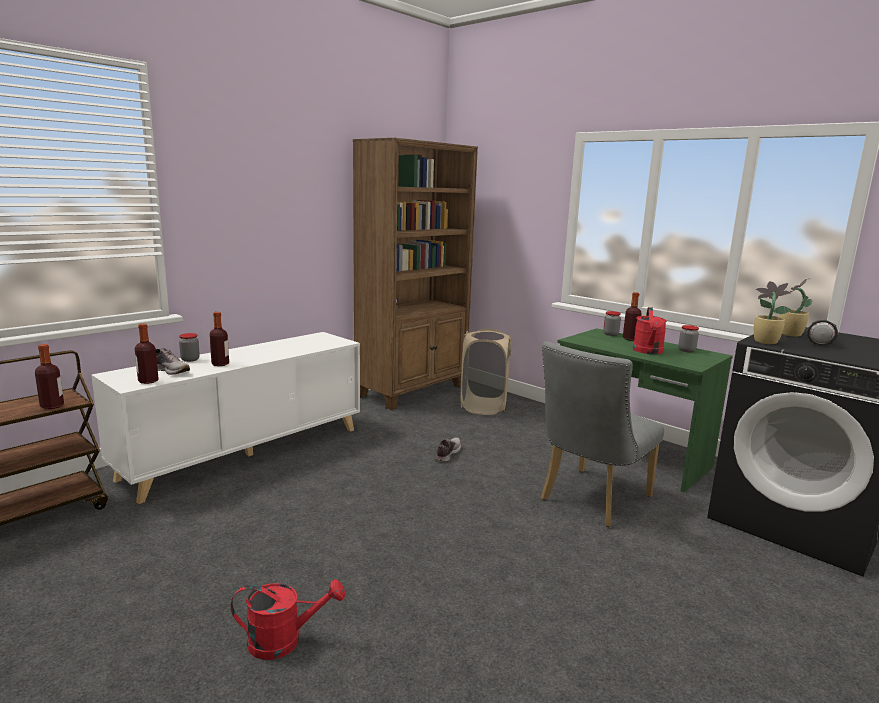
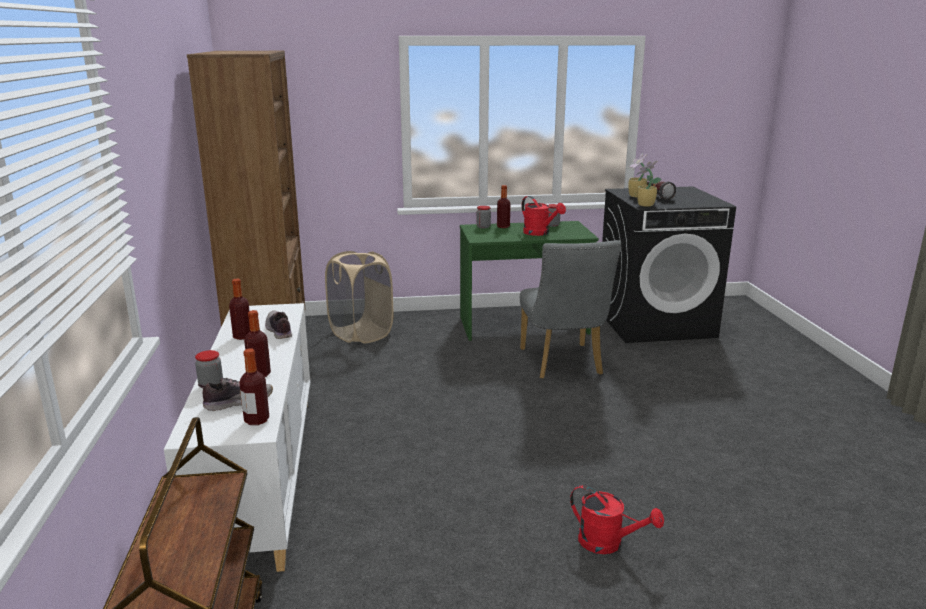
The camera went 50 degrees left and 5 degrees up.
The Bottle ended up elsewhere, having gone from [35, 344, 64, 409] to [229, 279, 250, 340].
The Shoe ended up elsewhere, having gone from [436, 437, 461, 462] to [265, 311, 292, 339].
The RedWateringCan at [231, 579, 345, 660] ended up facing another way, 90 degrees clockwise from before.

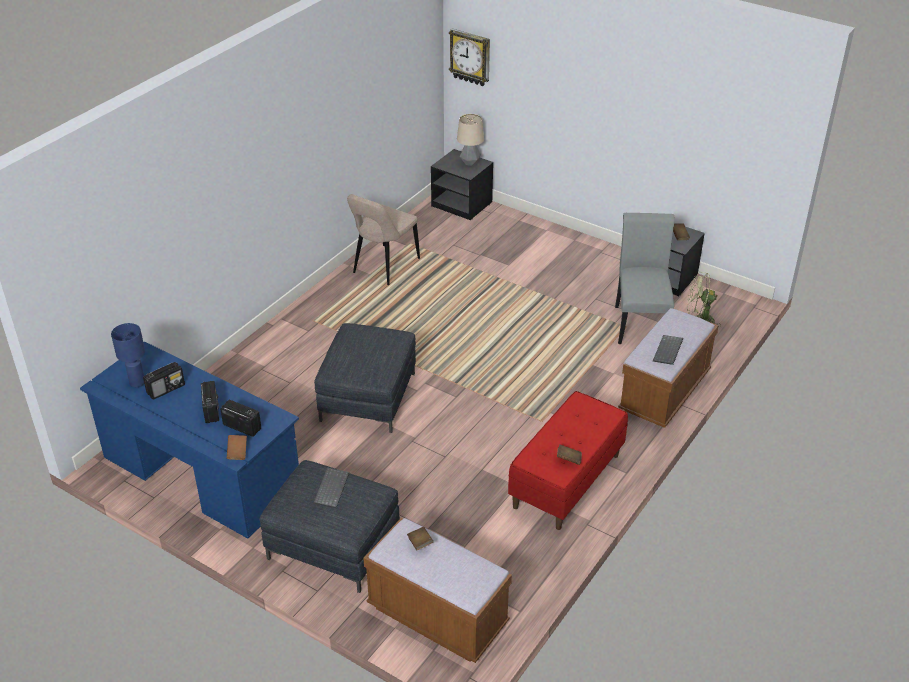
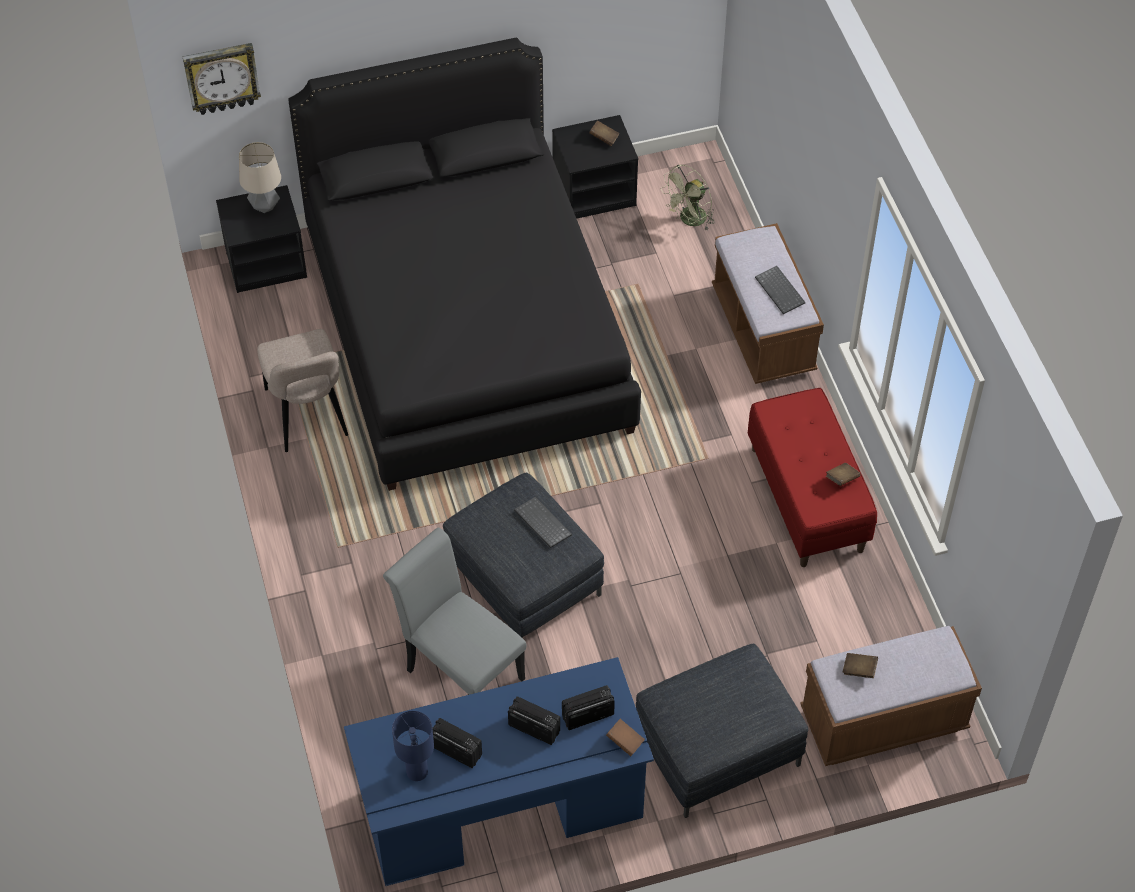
The camera went 50 degrees left and 15 degrees up.
The GreyChair ended up elsewhere, having gone from [615, 213, 675, 344] to [383, 528, 527, 695].
The Radio at [143, 362, 185, 400] ended up facing another way, 60 degrees counterclockwise from before.
The Keyboard ended up elsewhere, having gone from [314, 467, 349, 508] to [514, 497, 572, 548].
The second view gained the BlackBed at [288, 38, 641, 491].

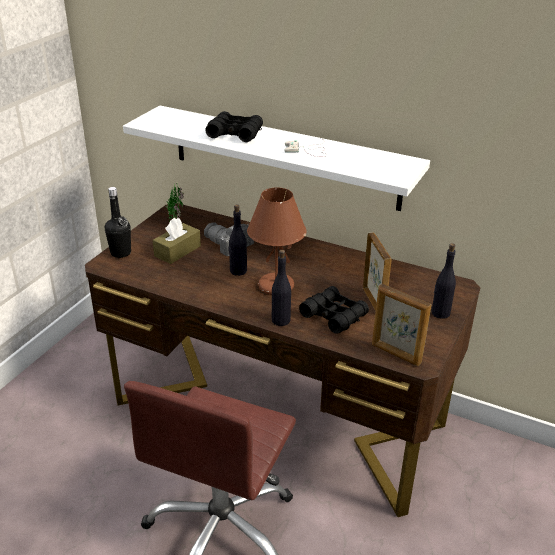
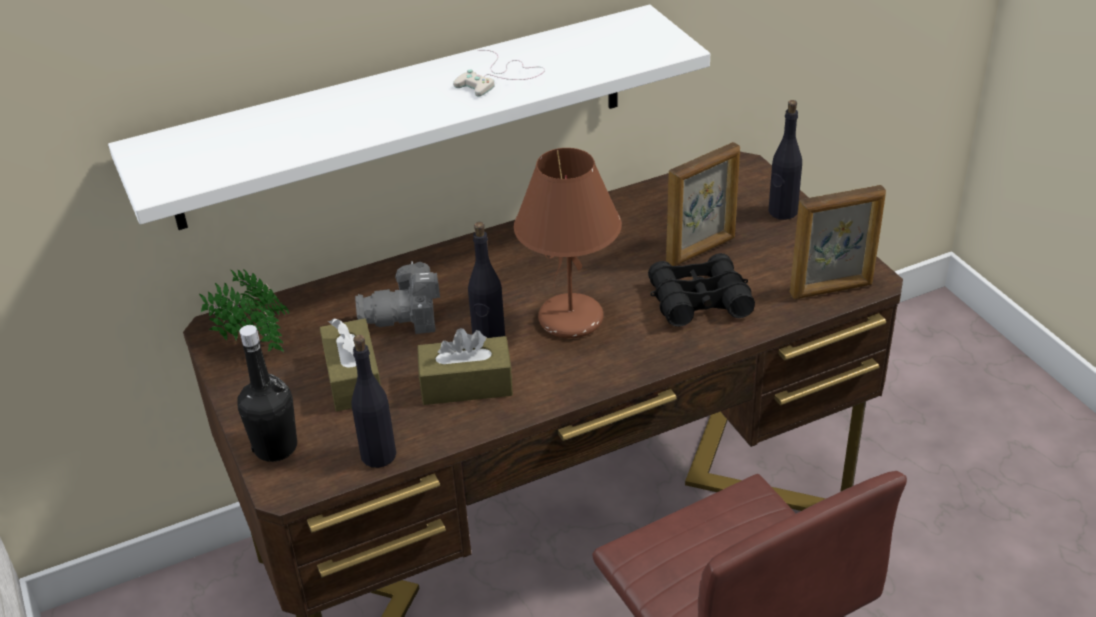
The camera went 50 degrees left and 5 degrees up.
The second view lost the BlackBinoculars at [206, 111, 263, 142].
The PictureFrame at [363, 232, 392, 311] ended up facing another way, 120 degrees clockwise from before.
The BlackBottle ended up elsewhere, having gone from [272, 250, 291, 326] to [351, 335, 396, 468].
The second view gained the BrownTissueBox at [417, 328, 513, 405].

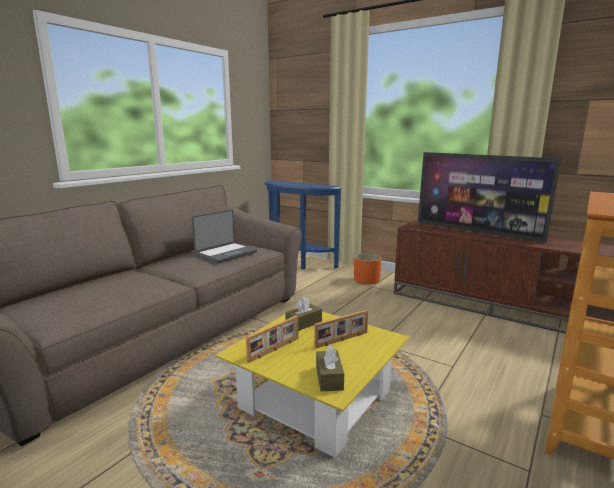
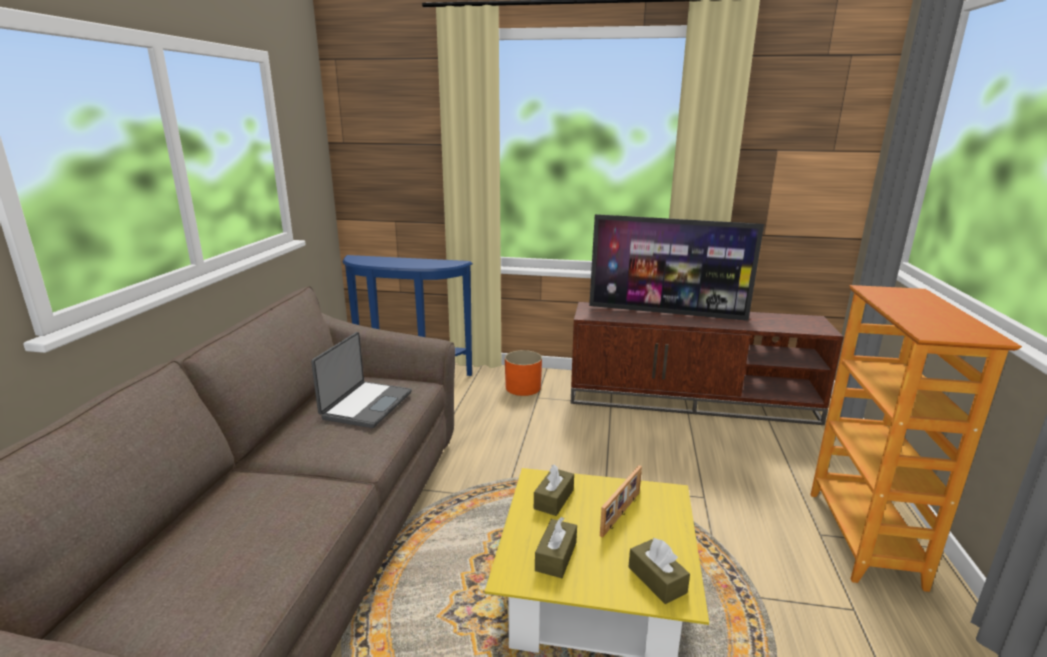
The camera went 25 degrees left and 5 degrees up.
Where the PictureFrame stood at [246, 315, 298, 363], the BrownTissueBox came to stand at [535, 517, 577, 578].

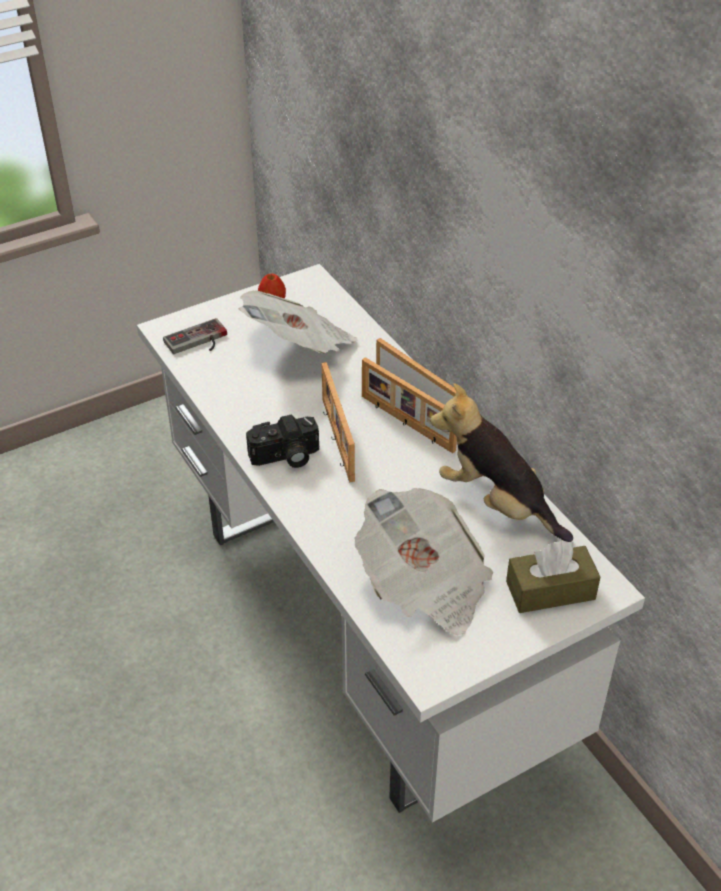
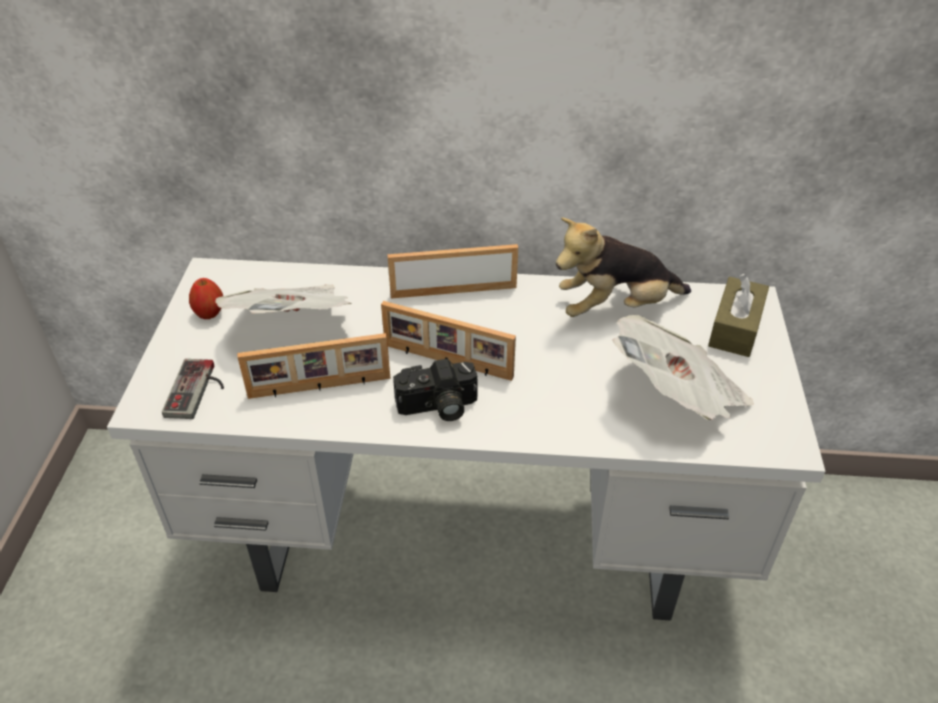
The camera went 55 degrees left and 0 degrees up.
The PictureFrame ended up elsewhere, having gone from [362, 357, 457, 453] to [237, 333, 391, 399].
The PhotoCamera at [246, 414, 319, 468] ended up facing another way, 60 degrees clockwise from before.

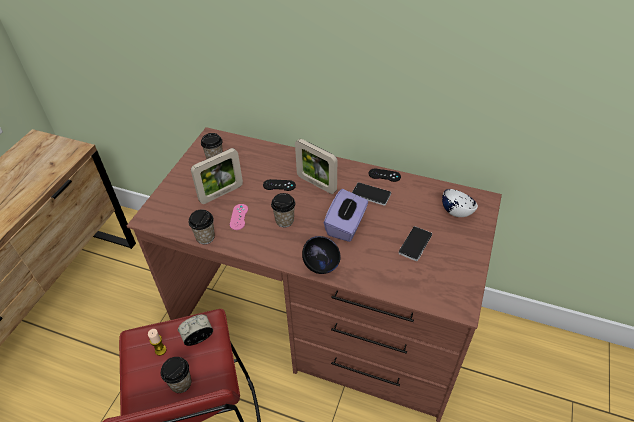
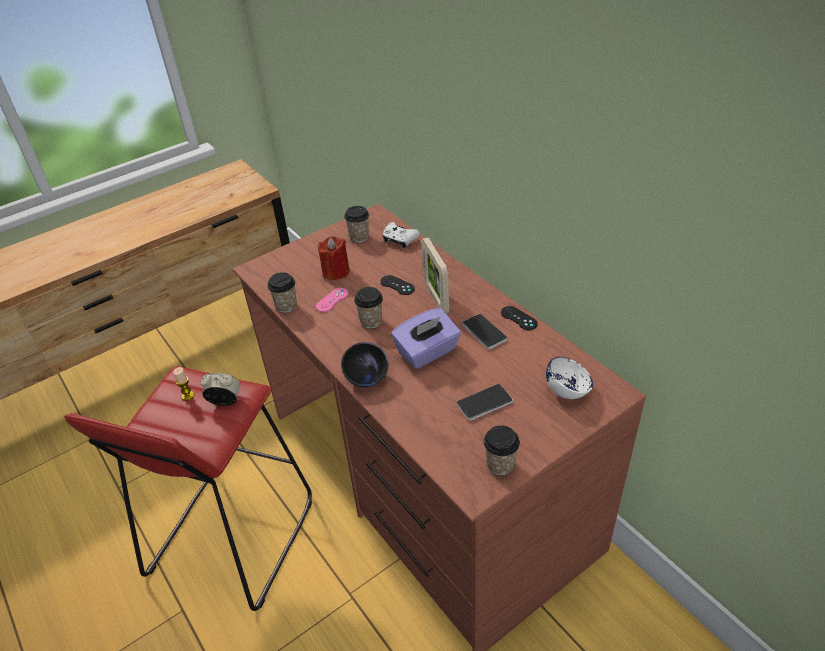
The camera went 35 degrees right and 5 degrees down.
Where the PictureFrame stood at [191, 148, 243, 204], the RedCandle came to stand at [318, 236, 350, 280].
The Cup ended up elsewhere, having gone from [161, 357, 192, 393] to [484, 425, 520, 475].
The second view gained the WhiteGameController at [383, 222, 420, 248].

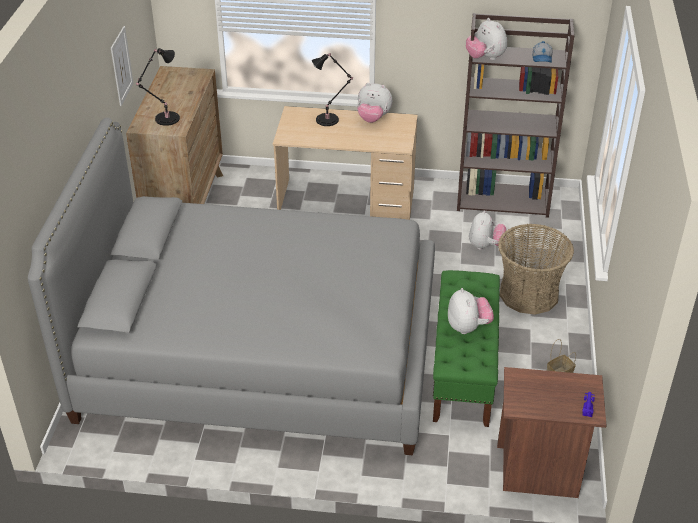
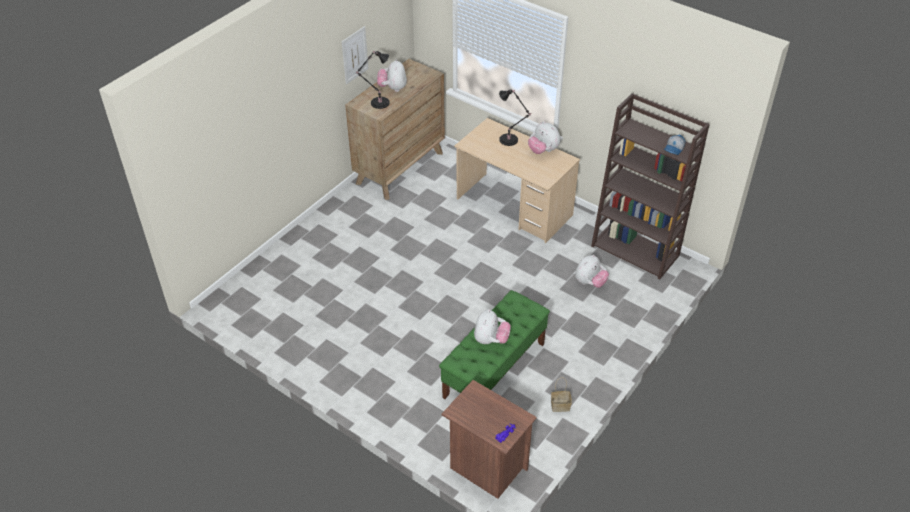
The camera went 30 degrees right and 5 degrees up.
The PlushToy ended up elsewhere, having gone from [466, 18, 507, 60] to [377, 59, 407, 92].
The second view lost the GreyBed at [28, 118, 435, 455].
The second view lost the Basket at [498, 224, 574, 314].

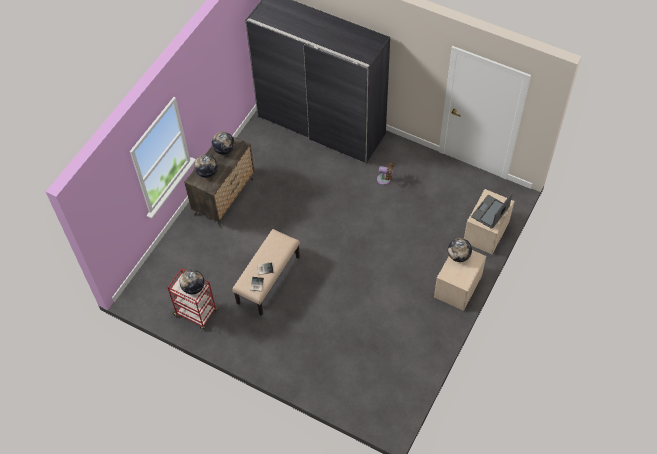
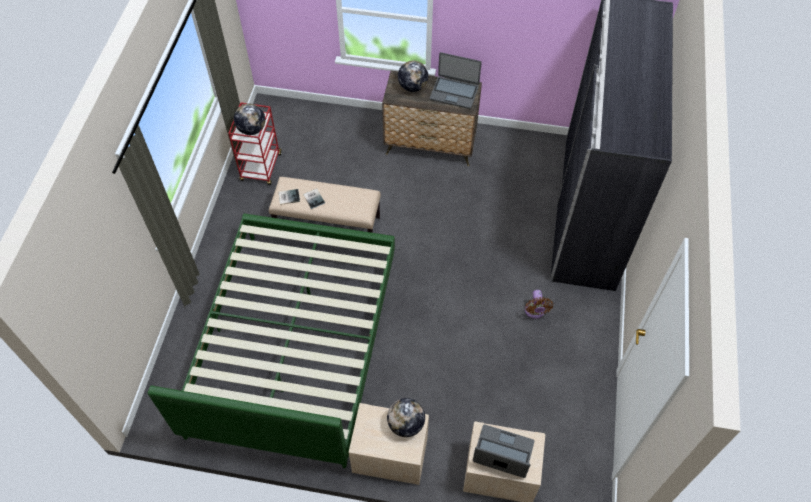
The camera went 70 degrees right and 0 degrees up.
Where the Globe stood at [212, 132, 235, 155], the Laptop came to stand at [430, 52, 482, 109].
The second view gained the GreenBed at [148, 213, 395, 468].

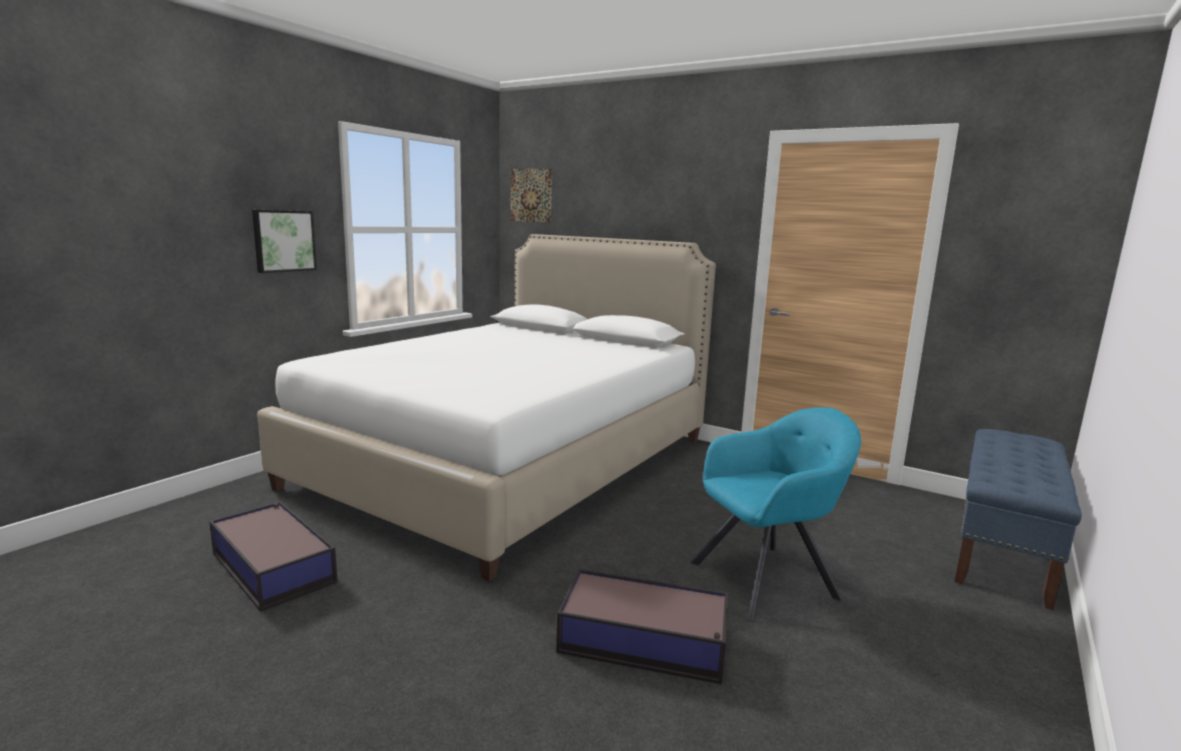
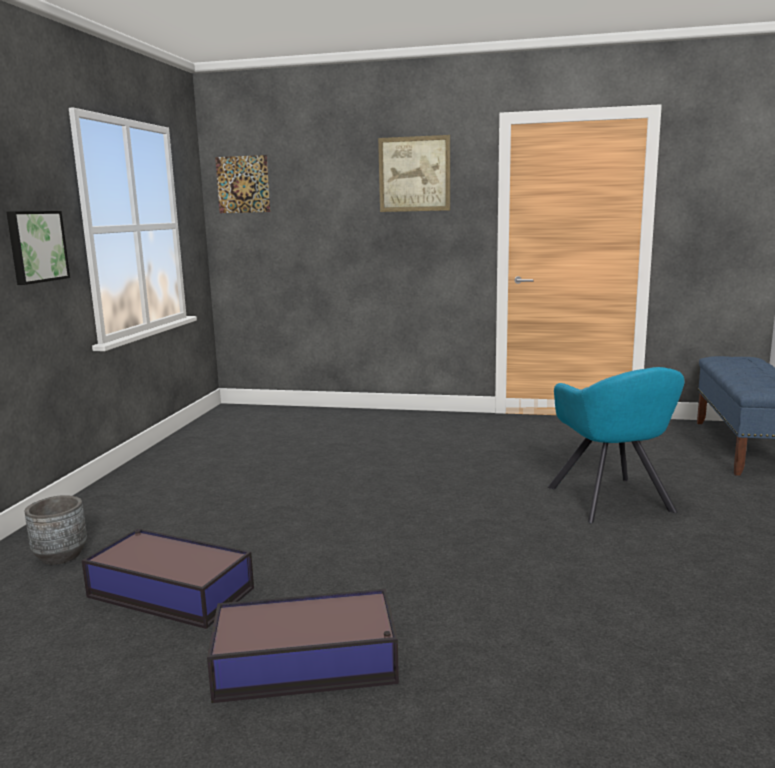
The camera went 20 degrees left and 0 degrees up.
The second view lost the WhiteBed at [257, 234, 716, 582].
The TurquoiseArmchair at [690, 408, 861, 621] ended up facing another way, 120 degrees clockwise from before.
The StorageBox ended up elsewhere, having gone from [556, 569, 728, 684] to [207, 589, 399, 703].
The second view gained the Picture at [378, 135, 450, 212].
The second view gained the GreyPlanter at [25, 495, 87, 565].

